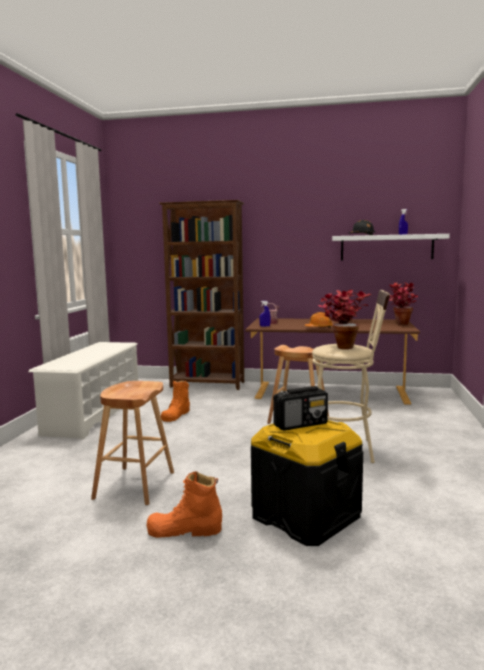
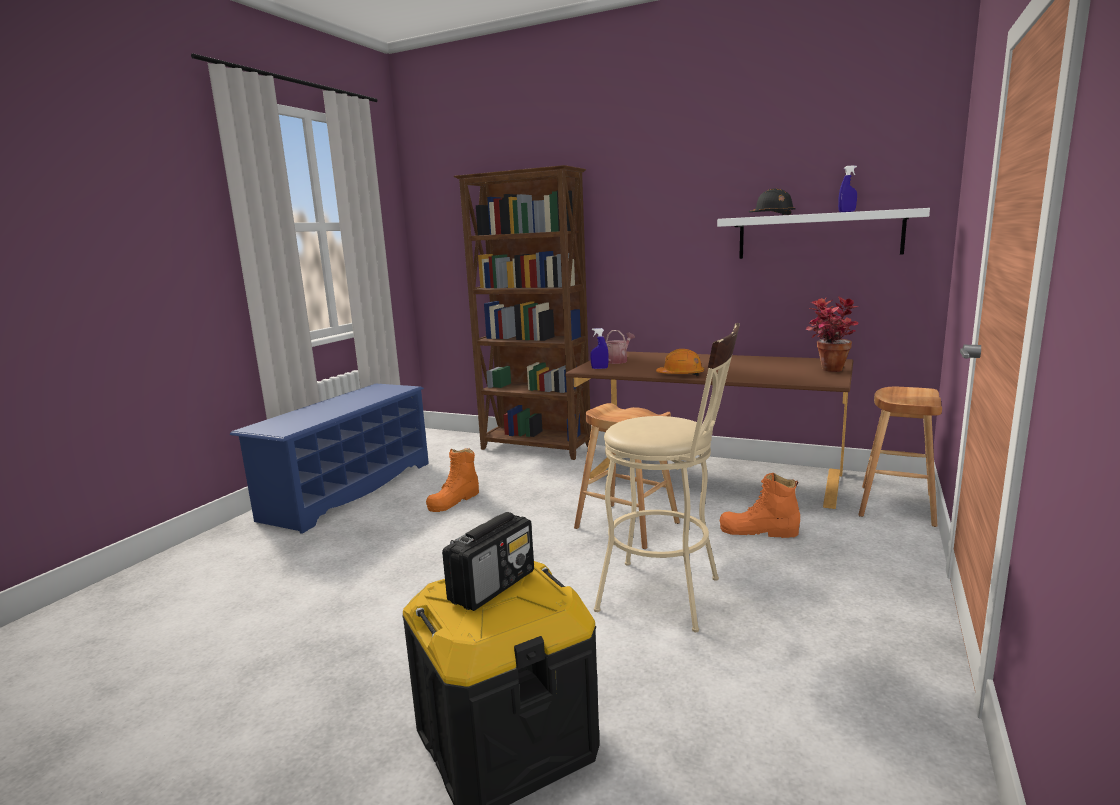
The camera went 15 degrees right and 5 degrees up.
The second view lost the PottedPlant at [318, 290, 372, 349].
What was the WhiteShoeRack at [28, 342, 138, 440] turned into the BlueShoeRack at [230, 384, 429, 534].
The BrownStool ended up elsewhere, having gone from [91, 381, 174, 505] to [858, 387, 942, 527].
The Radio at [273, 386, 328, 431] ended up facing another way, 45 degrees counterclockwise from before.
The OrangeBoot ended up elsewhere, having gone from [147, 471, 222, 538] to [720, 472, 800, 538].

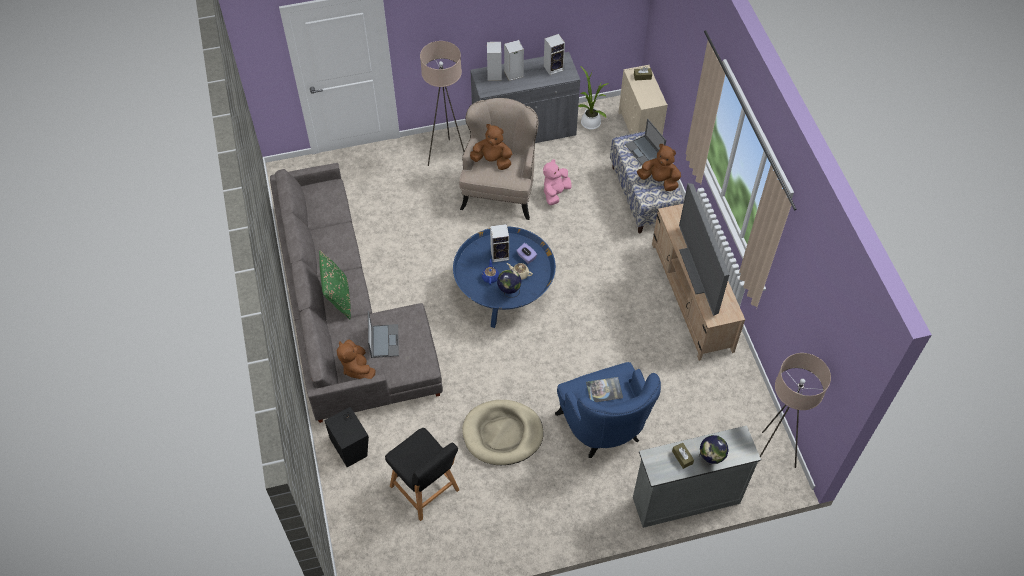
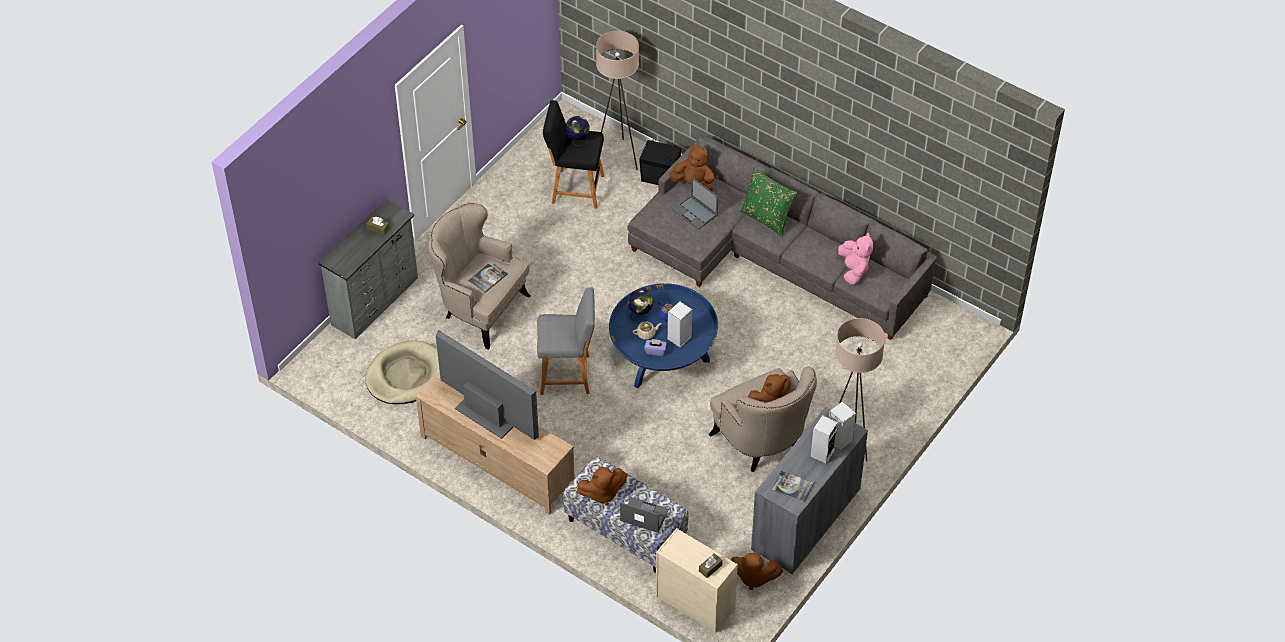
The camera went 140 degrees right and 5 degrees down.
Where the Speaker stood at [544, 34, 565, 75], the Book came to stand at [772, 471, 814, 502].
Where the PottedPlant stood at [578, 67, 609, 130], the BrownPlushToy came to stand at [731, 552, 783, 590].
The PinkPlushToy ended up elsewhere, having gone from [543, 159, 572, 205] to [838, 233, 873, 285].
The BeigeFloorLamp ended up elsewhere, having gone from [760, 353, 831, 468] to [596, 31, 639, 170].
What was the BlueArmchair at [555, 362, 661, 458] turned into the BeigeArmchair at [428, 203, 531, 350].
The BeigeDogBed ended up elsewhere, having gone from [462, 400, 543, 465] to [365, 340, 440, 404].
The Globe ended up elsewhere, having gone from [699, 435, 729, 465] to [565, 116, 590, 146].
The second view gained the GreyStool at [537, 288, 595, 395].

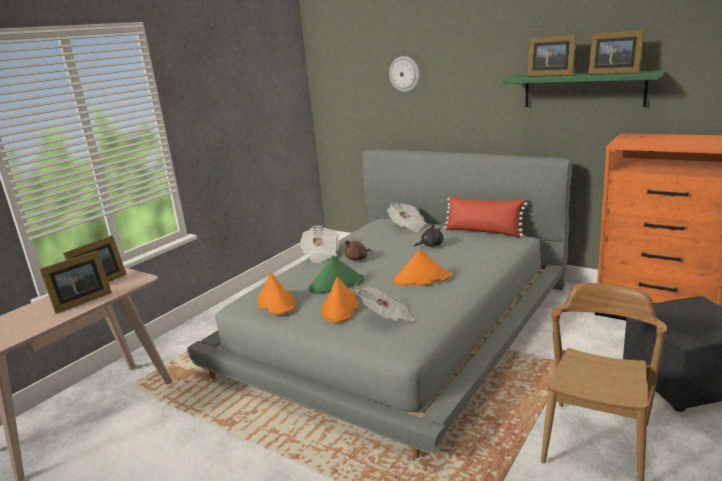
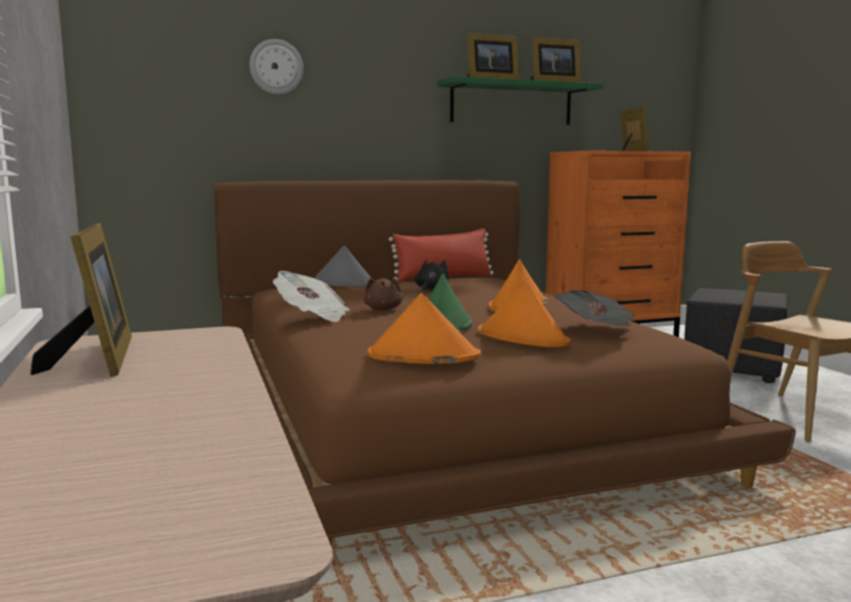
The camera went 55 degrees left and 10 degrees down.
What was the GreyBed at [187, 149, 571, 458] turned into the BrownBed at [214, 180, 796, 547].
Where the Newspaper stood at [387, 202, 426, 232], the GreyHat came to stand at [314, 245, 371, 287].
The PictureFrame ended up elsewhere, having gone from [39, 250, 112, 314] to [620, 107, 649, 151].

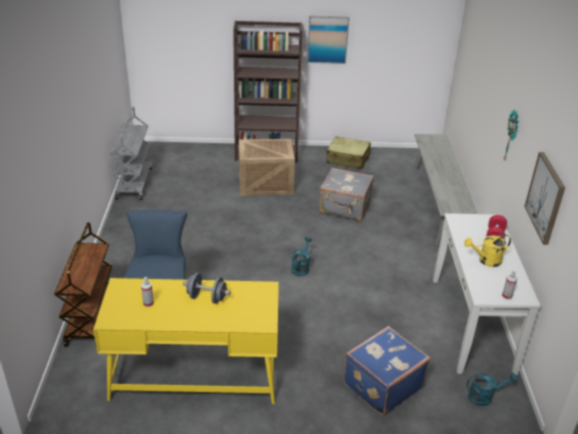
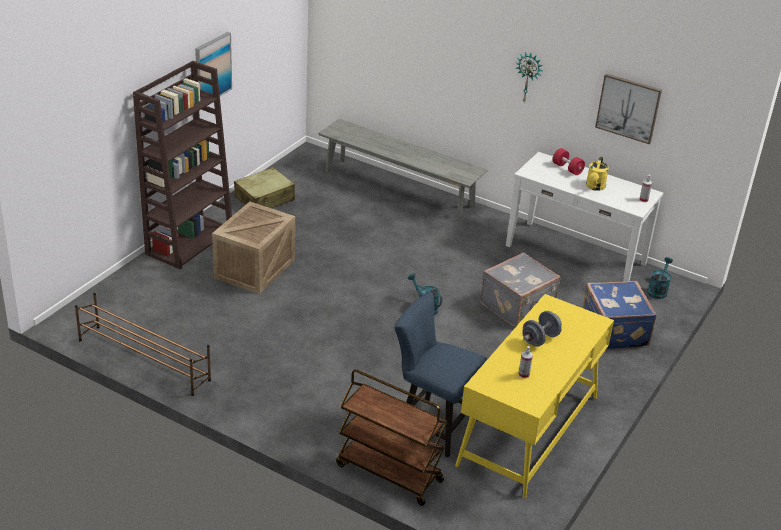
The camera went 60 degrees left and 0 degrees up.
Where the GreyCart stood at [110, 107, 152, 200], the BrownShoeRack came to stand at [75, 293, 211, 396].
The GreySuitcase ended up elsewhere, having gone from [320, 168, 374, 222] to [480, 252, 560, 327].

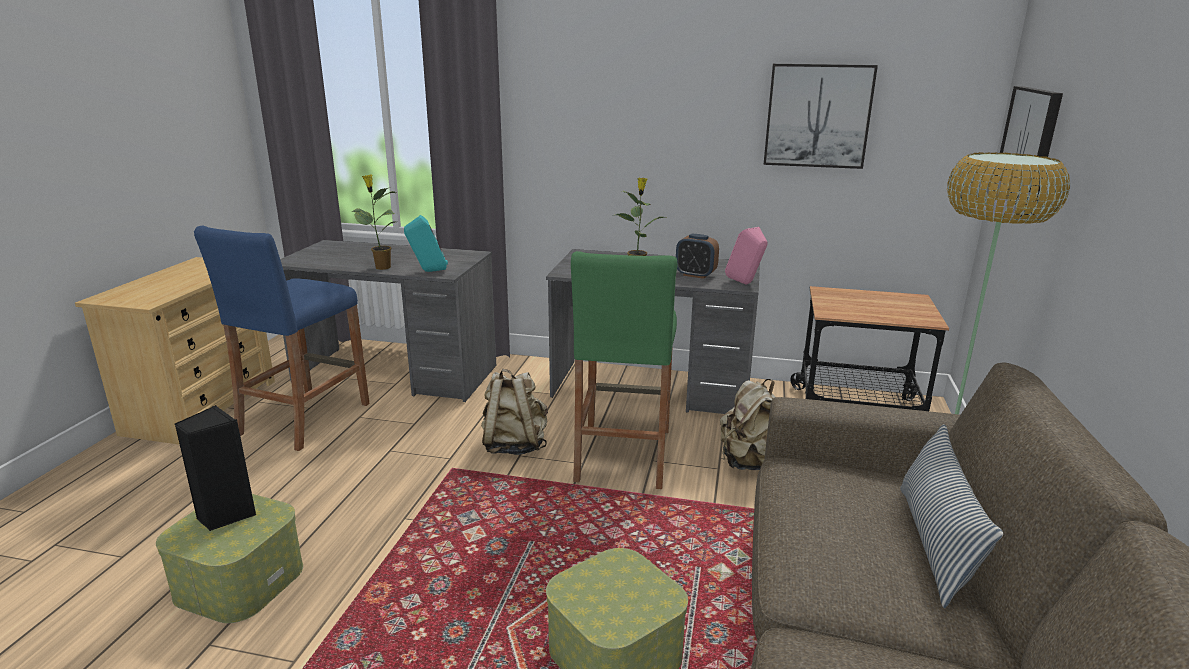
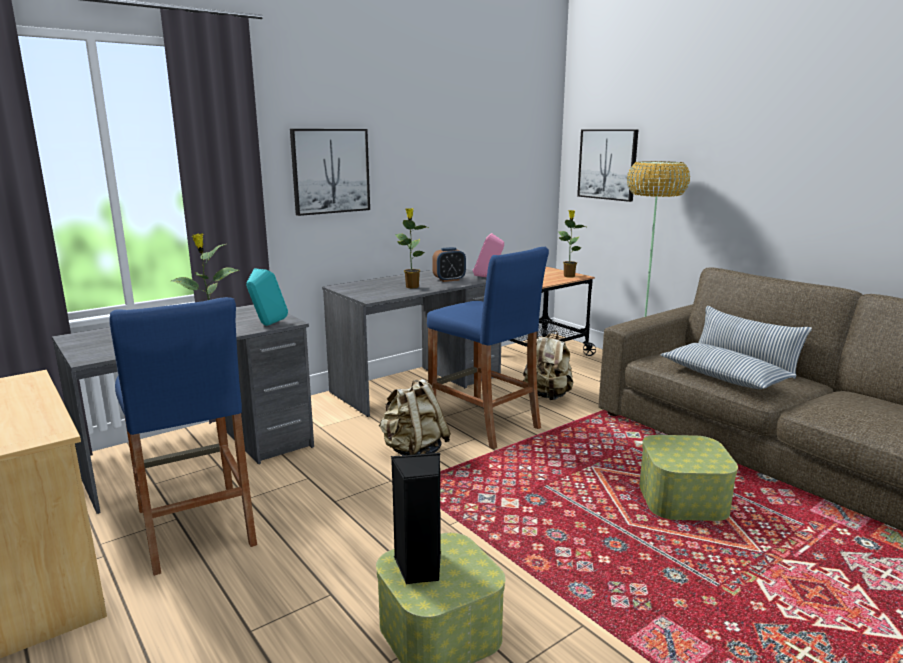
The camera went 50 degrees left and 5 degrees down.
The Picture ended up elsewhere, having gone from [764, 64, 878, 169] to [290, 129, 370, 216].
What was the GreenStool at [571, 251, 678, 489] turned into the BlueStool at [427, 247, 549, 449].
The second view gained the PottedPlant at [559, 210, 588, 278].
The second view gained the Pillow at [660, 343, 797, 389].

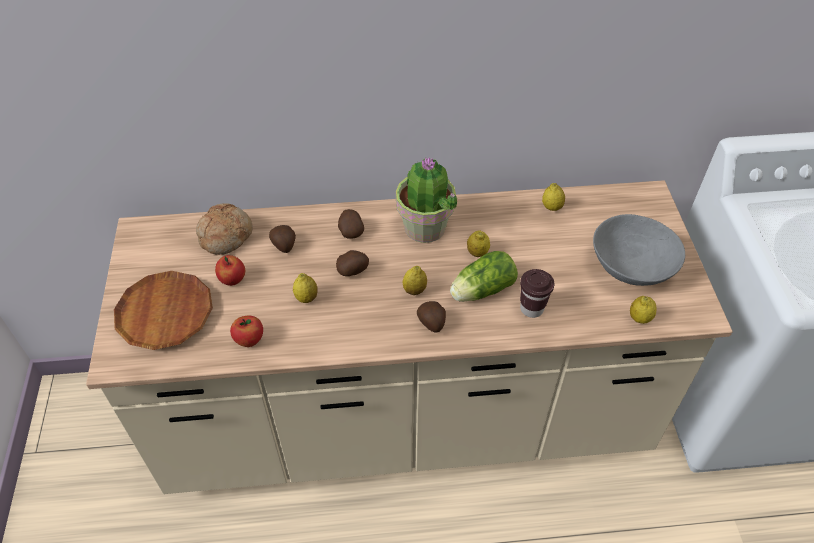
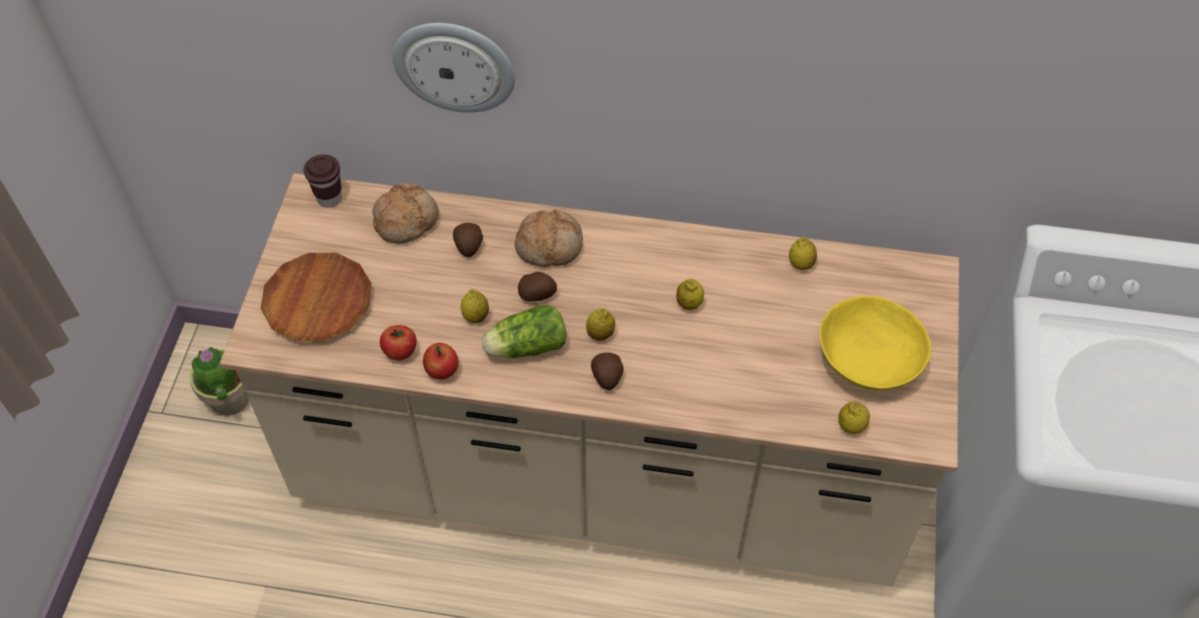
The camera went 15 degrees right and 5 degrees up.
The PottedPlant ended up elsewhere, having gone from [396, 157, 458, 243] to [190, 347, 249, 416].
Where the Potato stood at [338, 209, 364, 238], the Bread came to stand at [515, 210, 583, 267].
What was the GreyBowl at [593, 214, 685, 286] turned into the YellowBowl at [819, 296, 931, 391].
The Lettuce ended up elsewhere, having gone from [450, 251, 518, 302] to [482, 305, 566, 358].
The Apple ended up elsewhere, having gone from [215, 255, 245, 286] to [423, 343, 459, 379].
The BrownCup ended up elsewhere, having gone from [520, 269, 554, 318] to [304, 154, 342, 207].
The second view gained the WallClock at [392, 23, 515, 113].

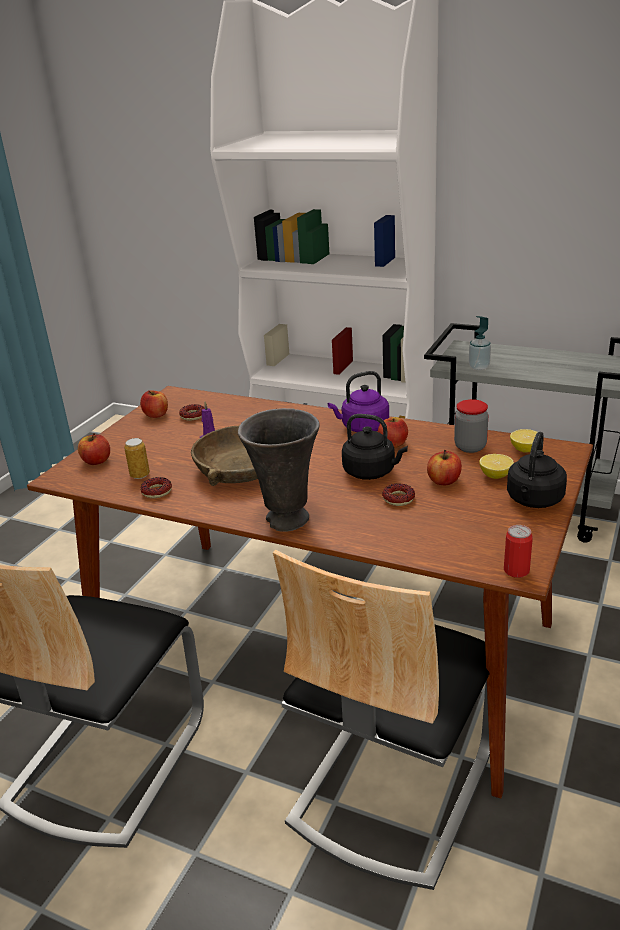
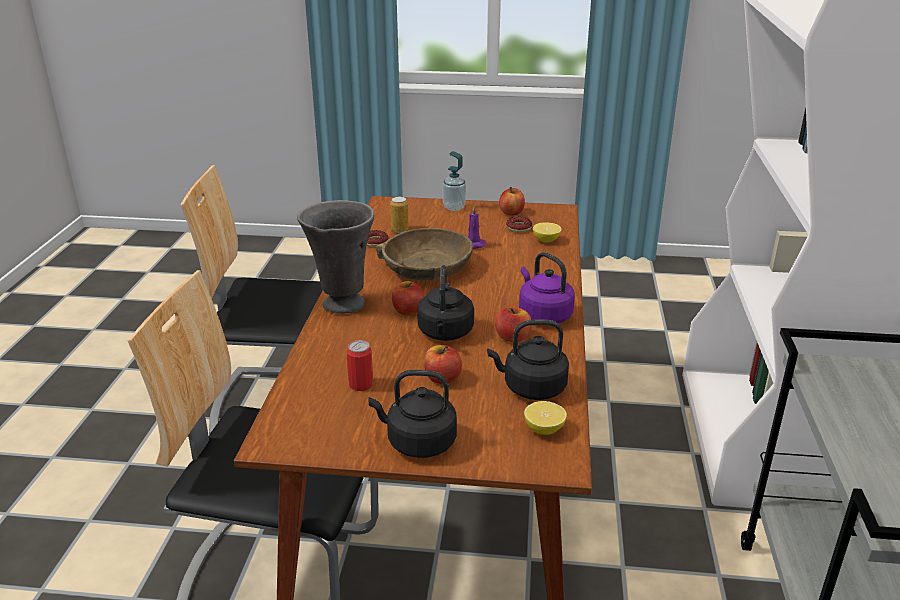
The camera went 70 degrees right and 0 degrees up.
The SoapDispenser ended up elsewhere, having gone from [469, 316, 491, 370] to [443, 151, 466, 211].
Where the Jar stood at [454, 399, 488, 453], the BlackKettle came to stand at [487, 320, 569, 400].
The Apple ended up elsewhere, having gone from [78, 433, 110, 465] to [392, 281, 424, 316].
The Lemon ended up elsewhere, having gone from [479, 454, 514, 479] to [533, 222, 562, 243].
The second view lost the Donut at [382, 483, 415, 506].
The Can ended up elsewhere, having gone from [504, 525, 533, 578] to [346, 340, 373, 391].

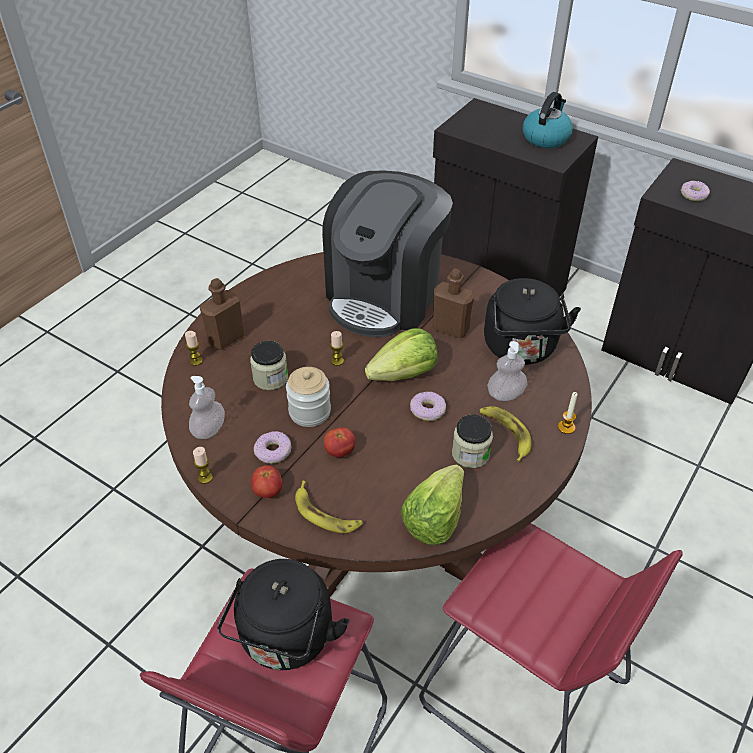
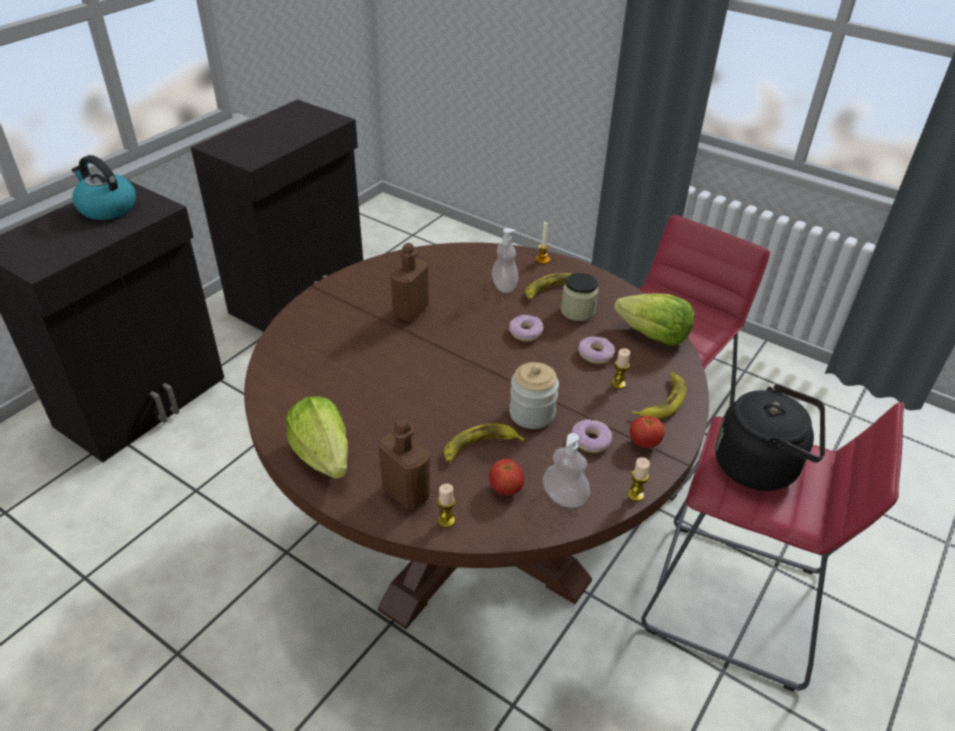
The camera went 90 degrees left and 5 degrees down.
The second view lost the CoffeeMachine at [322, 171, 453, 337].
The Donut ended up elsewhere, having gone from [681, 181, 710, 201] to [578, 336, 615, 364].
The second view lost the BlackKettle at [484, 278, 581, 365].
The Lettuce ended up elsewhere, having gone from [365, 328, 438, 381] to [286, 396, 348, 479].
The Candle ended up elsewhere, having gone from [330, 331, 344, 366] to [612, 348, 630, 389].
Where the Jar stood at [250, 341, 288, 390], the Banana came to stand at [444, 423, 525, 463].
The Tomato ended up elsewhere, having gone from [324, 428, 355, 458] to [489, 459, 525, 495].

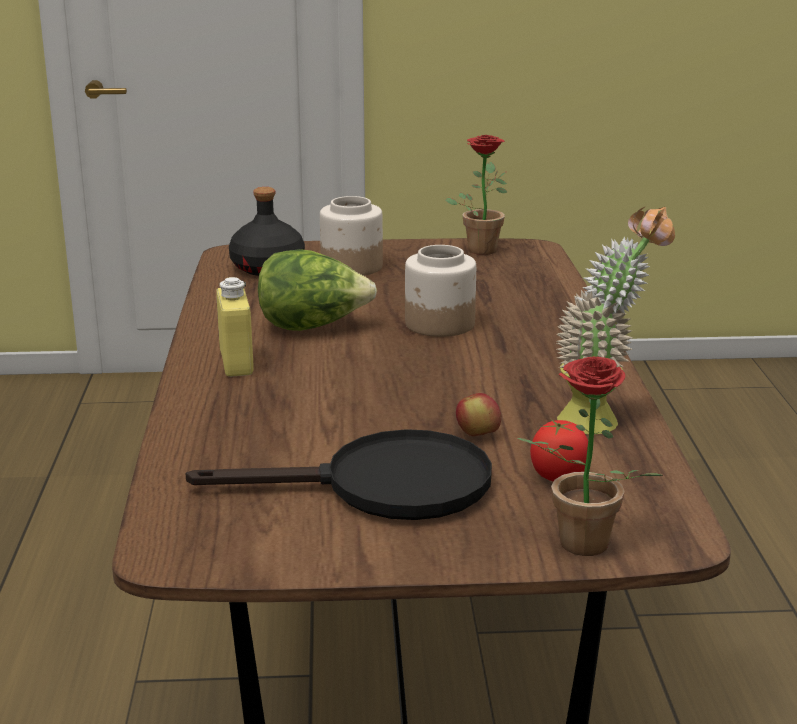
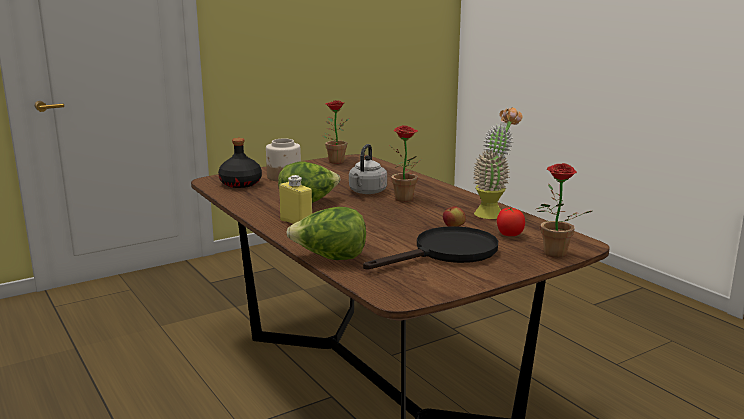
The camera went 30 degrees left and 5 degrees down.
Where the Jar stood at [405, 245, 476, 337], the GreyKettle came to stand at [349, 144, 387, 194].
The second view gained the PottedPlant at [389, 125, 422, 202].
The second view gained the Lettuce at [287, 207, 366, 260].

